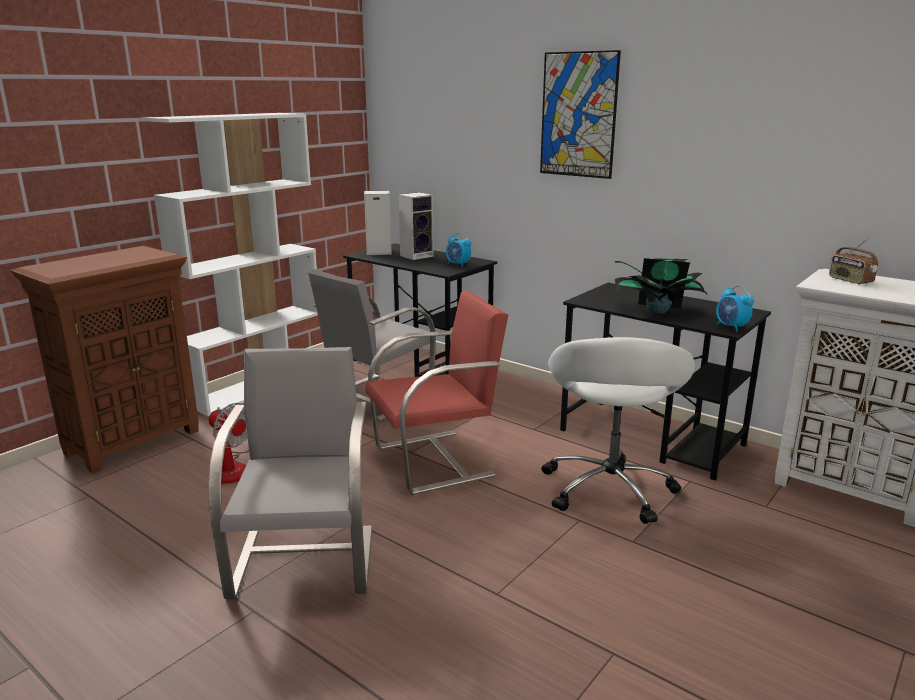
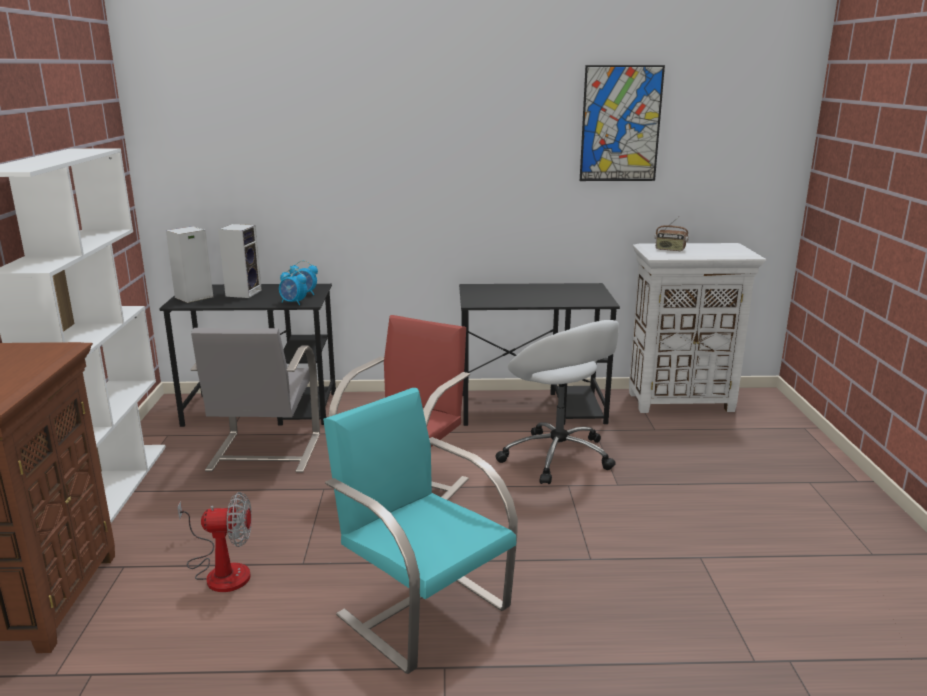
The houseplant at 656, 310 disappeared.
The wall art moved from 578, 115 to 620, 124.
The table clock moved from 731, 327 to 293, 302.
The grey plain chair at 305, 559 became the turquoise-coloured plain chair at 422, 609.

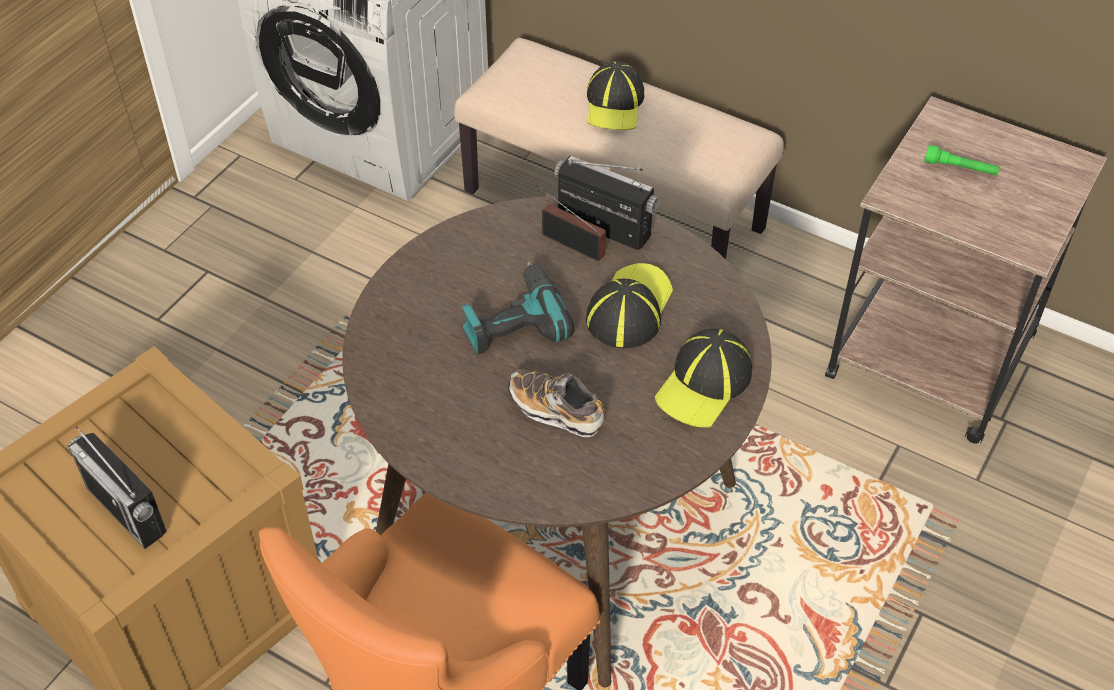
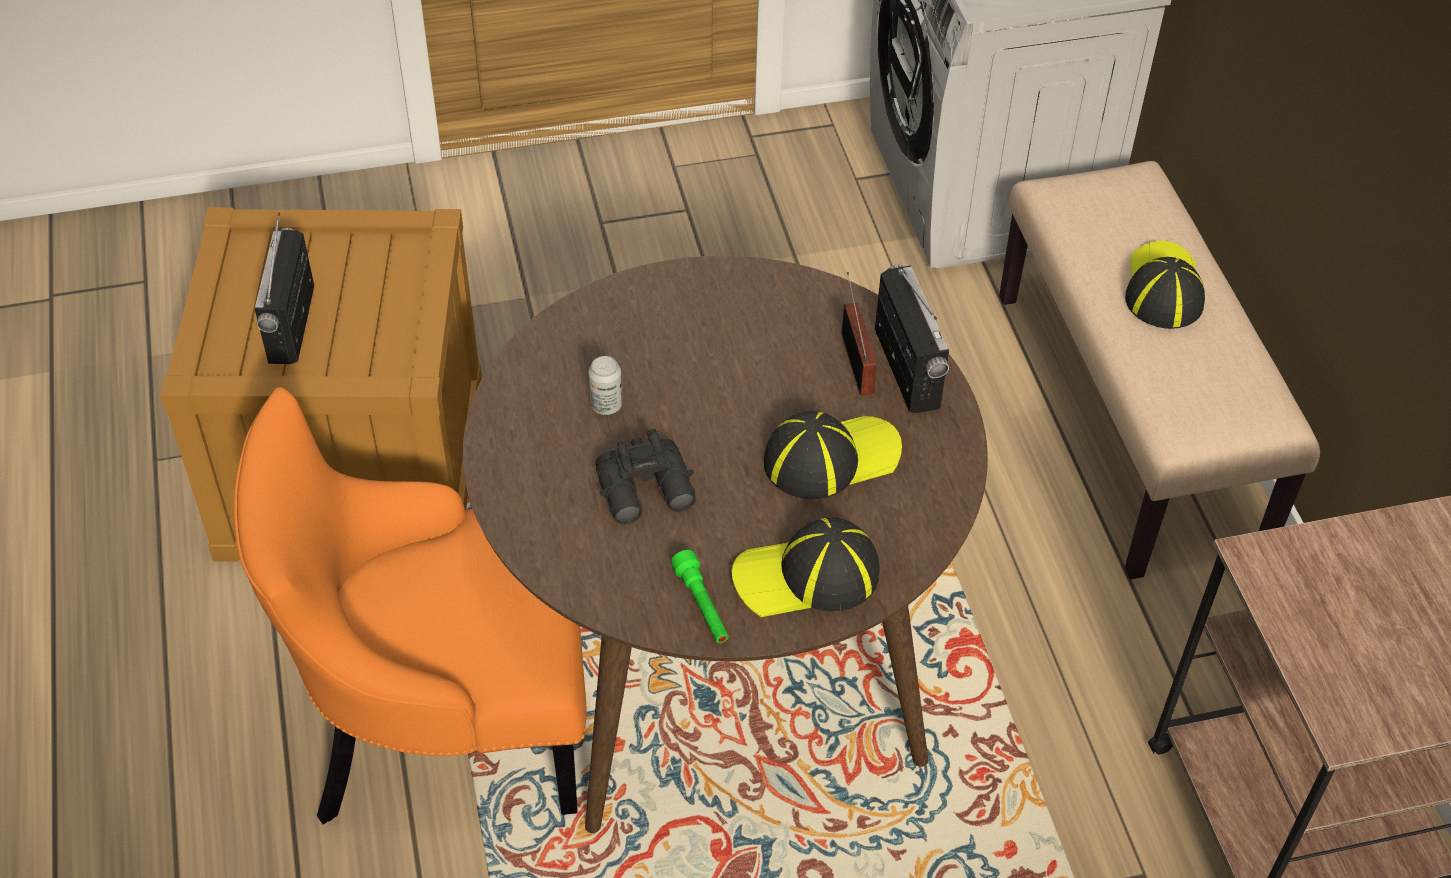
The drill at 513, 320 disappeared.
The metal can at 606, 405 appeared.
The greenish torch moved from 960, 168 to 702, 605.
The item of footwear at 556, 410 was replaced by the blackish pair of binoculars at 648, 492.
The cap at 614, 104 turned 135 degrees clockwise.

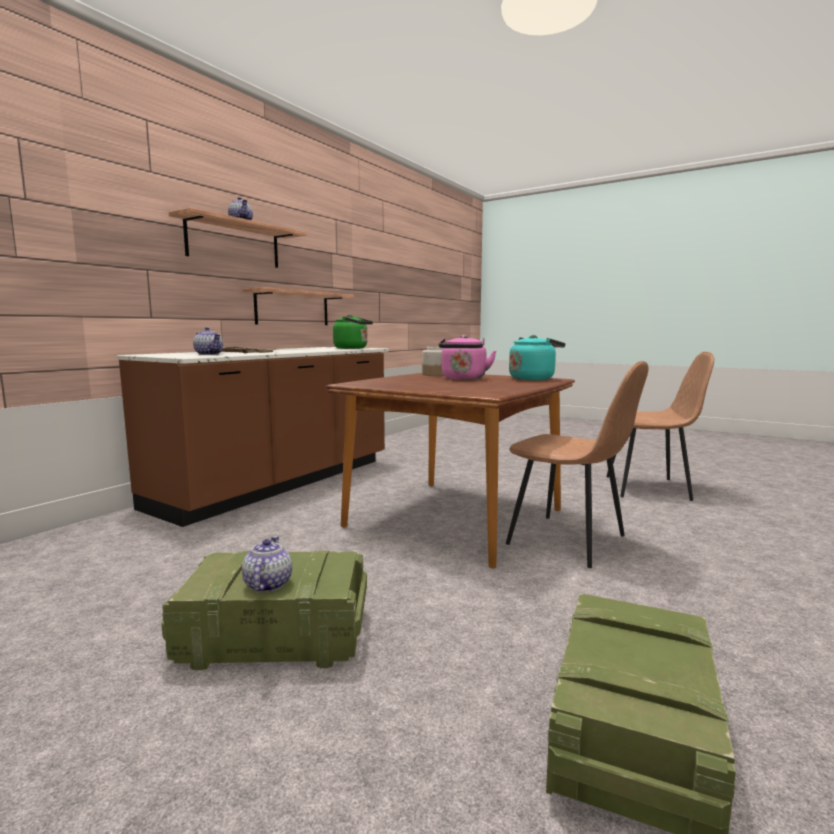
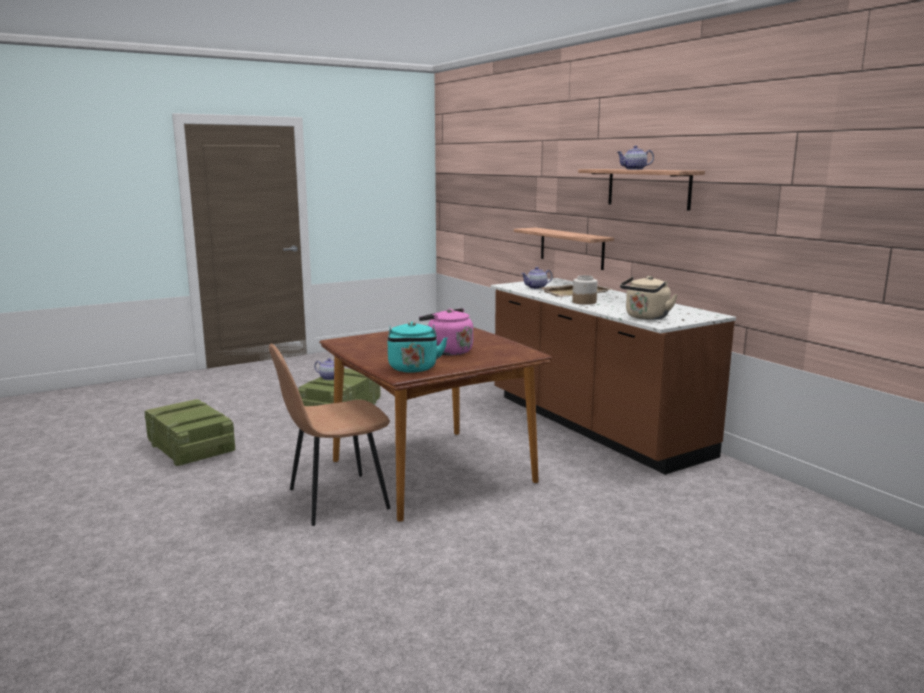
The brown-coloured plain chair at 649, 488 disappeared.
The shelf moved from 292, 308 to 571, 248.
The preserve jar moved from 435, 375 to 584, 302.
The greenish tea kettle at 353, 348 became the beige tea kettle at 646, 317.

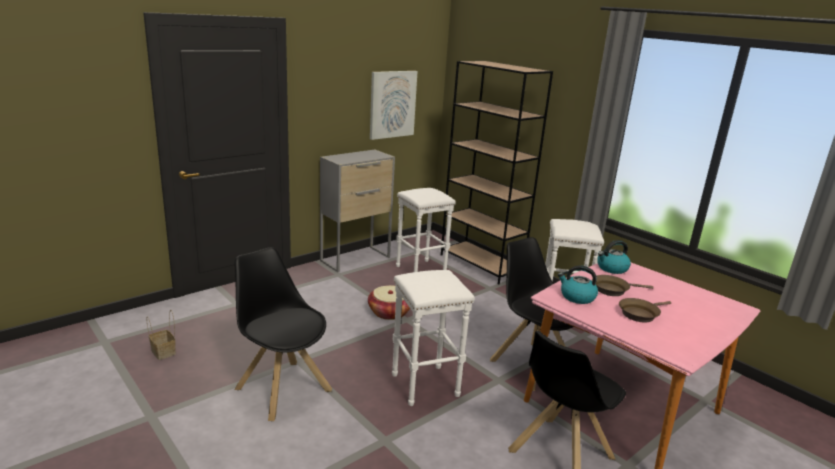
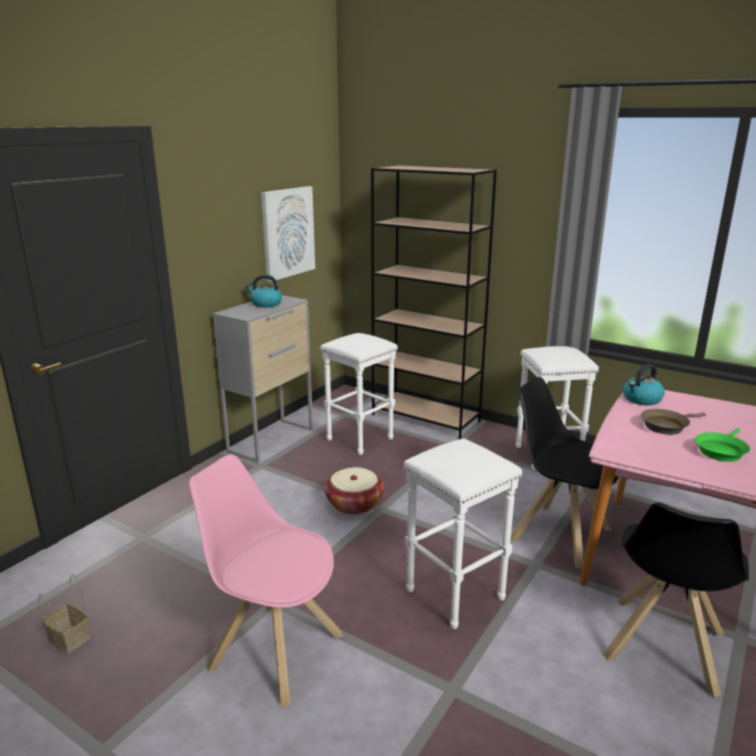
The tea kettle moved from 577, 297 to 265, 304.
The blackish plain chair at 282, 388 became the pink plain chair at 273, 649.
The brown-coloured skillet at 640, 314 became the greenish skillet at 721, 451.

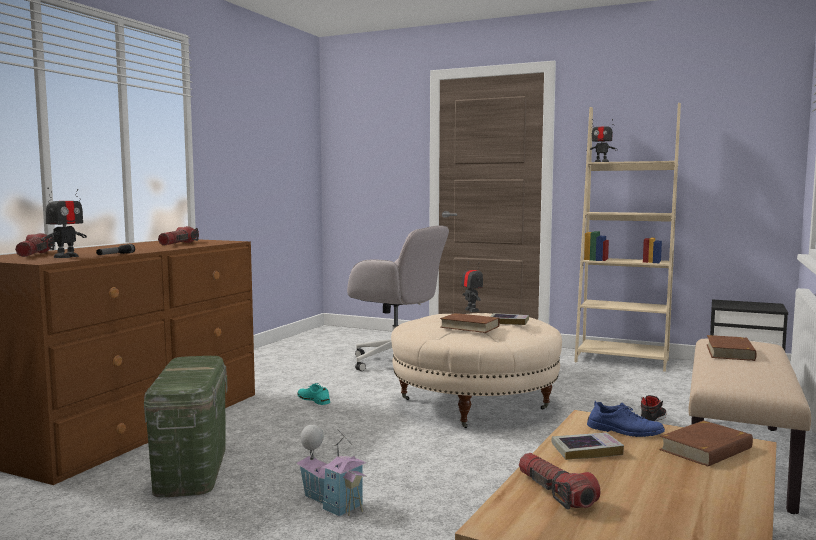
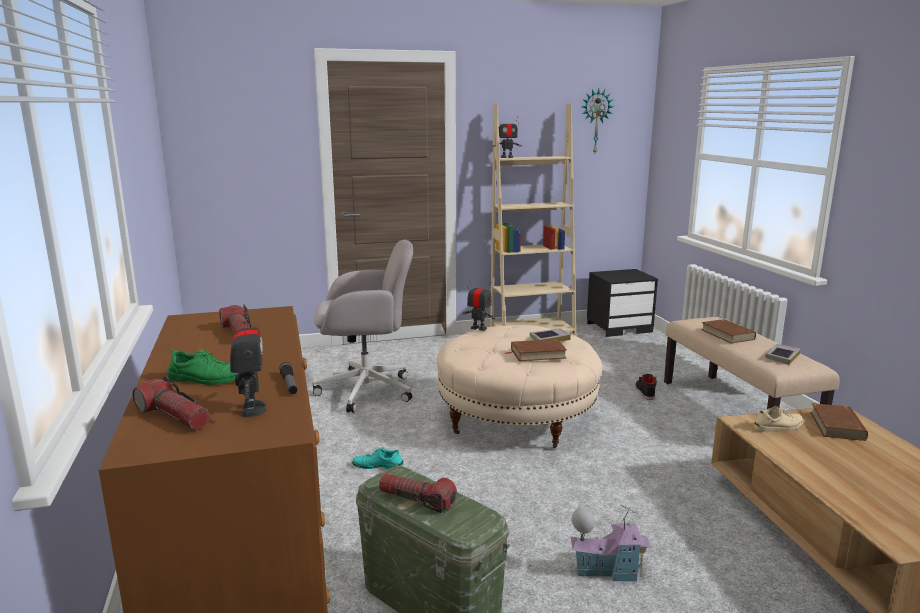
The greenish item of footwear at 207, 379 appeared.
The clock on the wall at 595, 121 appeared.
The torch moved from 555, 492 to 417, 500.
The volume moved from 586, 450 to 782, 357.
The blue-coloured item of footwear at 624, 431 became the beige item of footwear at 778, 426.

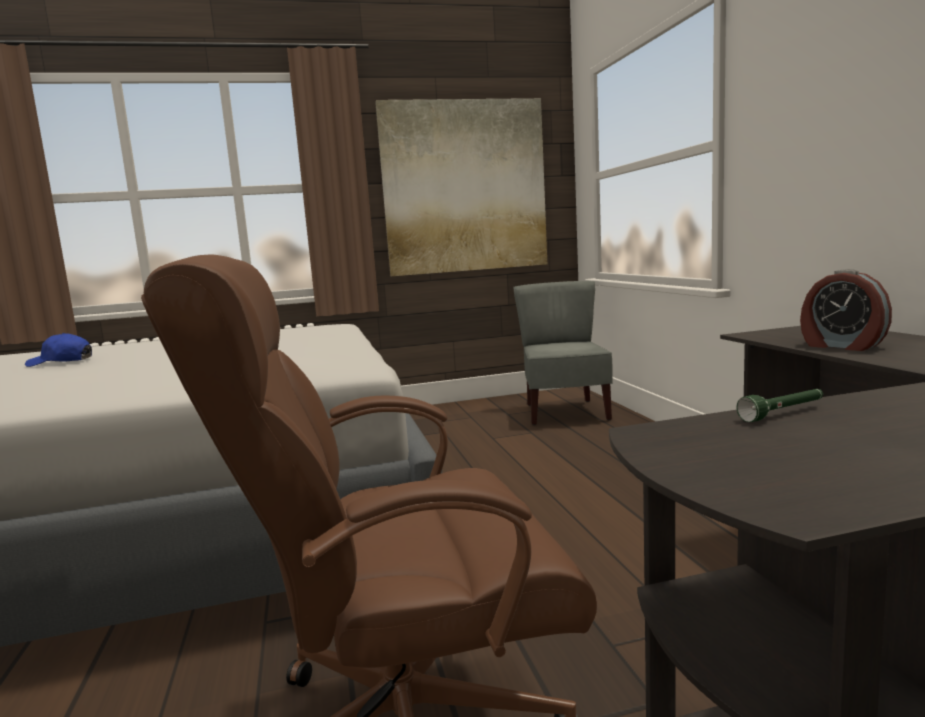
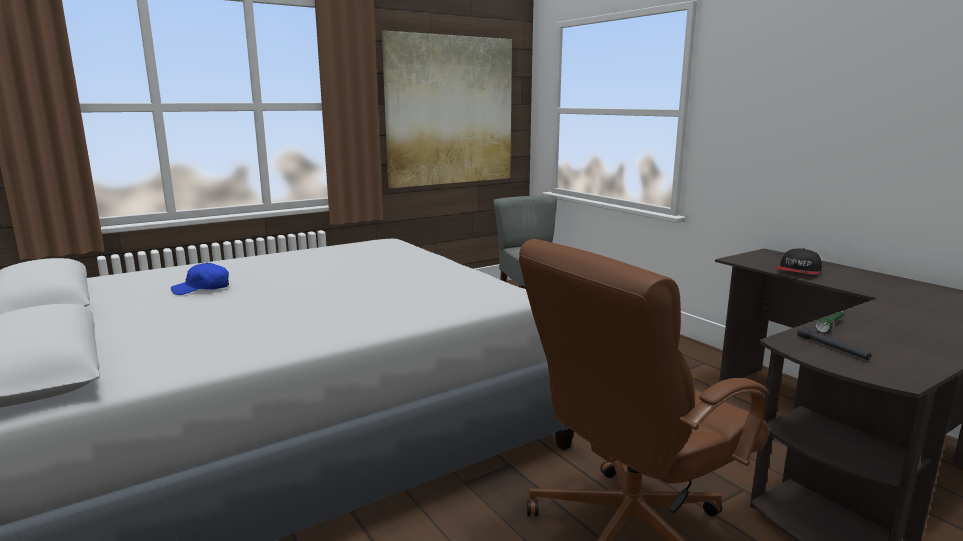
The blackish torch at 832, 348 appeared.
The table clock at 841, 346 was replaced by the cap at 799, 271.

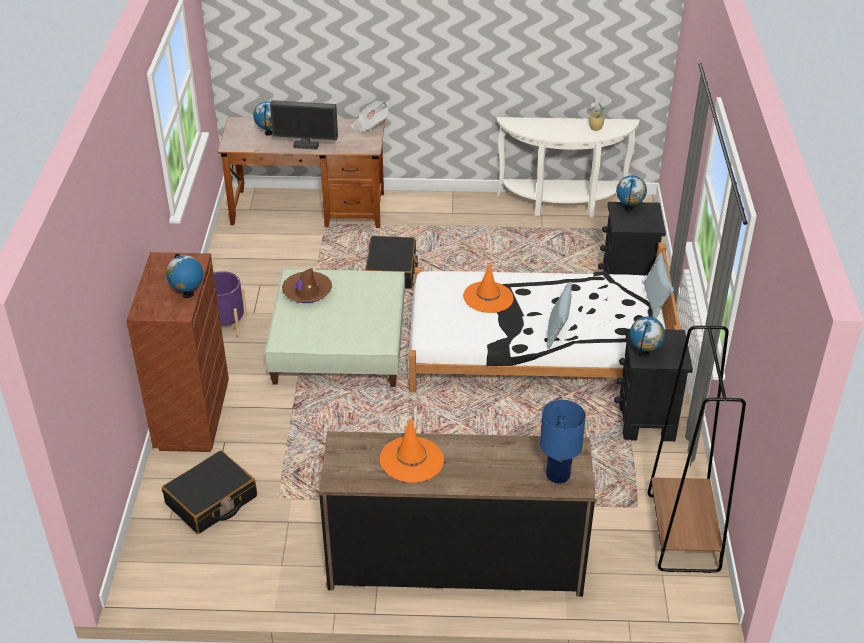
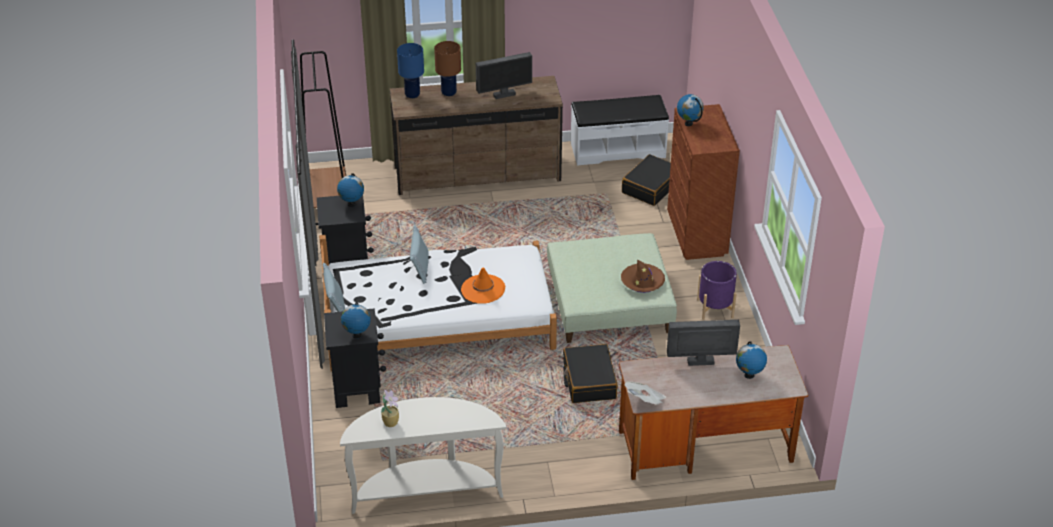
The brown-coloured lamp for a table at 449, 93 appeared.
The white-coloured bench at 617, 149 appeared.
The orangey clothing hat at 411, 460 was replaced by the computer display at 504, 94.

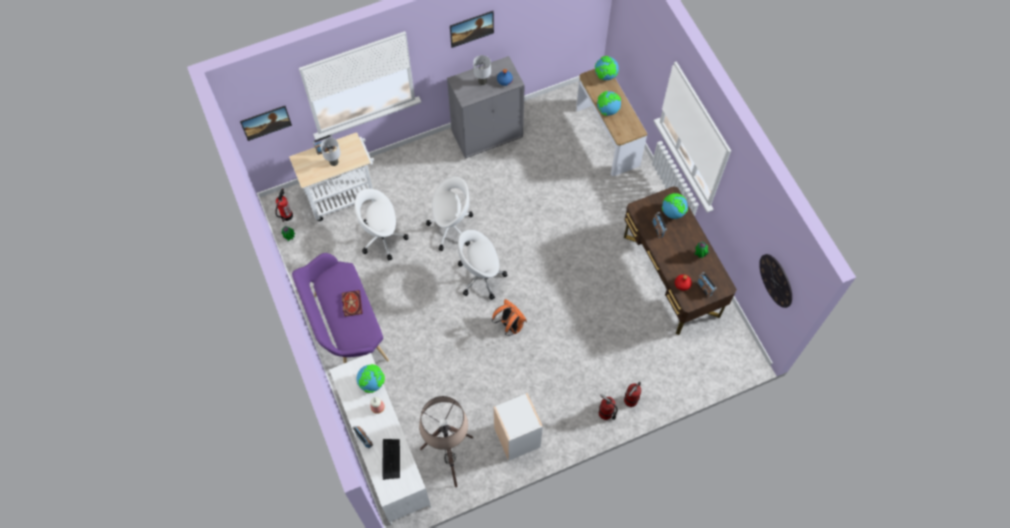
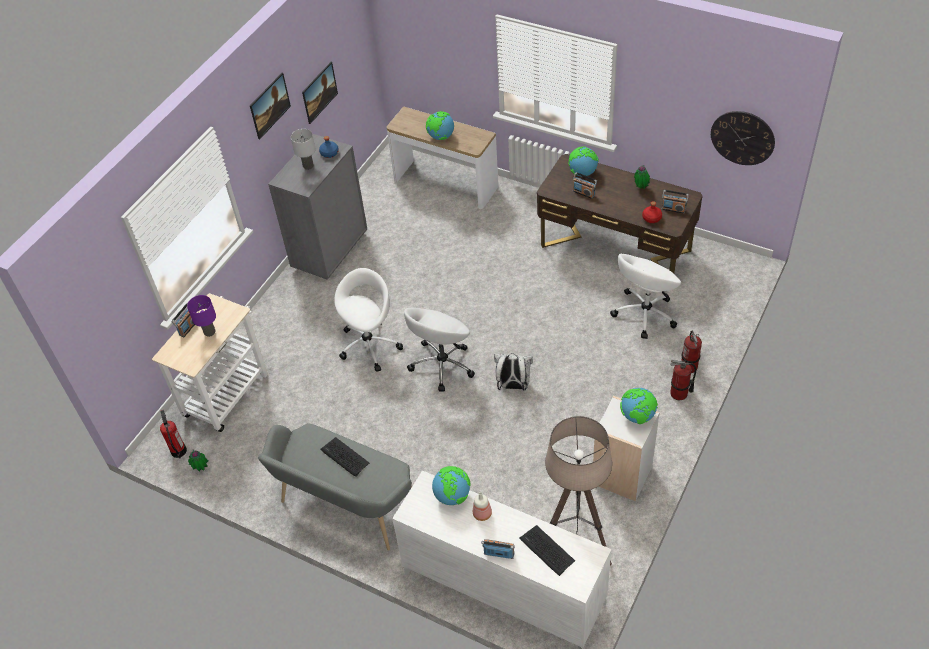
The wall art moved from 267, 127 to 321, 100.
The white-coloured office chair moved from 382, 237 to 643, 315.
The world globe moved from 605, 76 to 638, 416.
The volume at 351, 303 was replaced by the computer keyboard at 344, 457.
The purplish bench at 345, 327 became the grey bench at 346, 507.
The white-coloured lamp for a table at 334, 162 became the purplish lamp for a table at 210, 332.
The orangey backpack at 510, 325 became the white-coloured backpack at 513, 386.

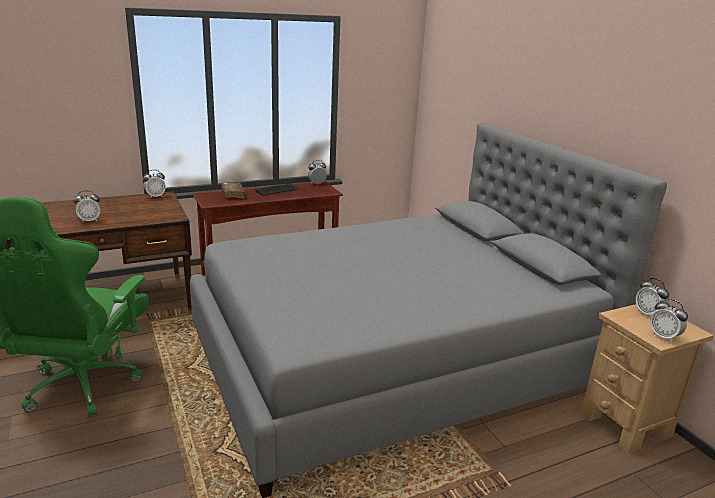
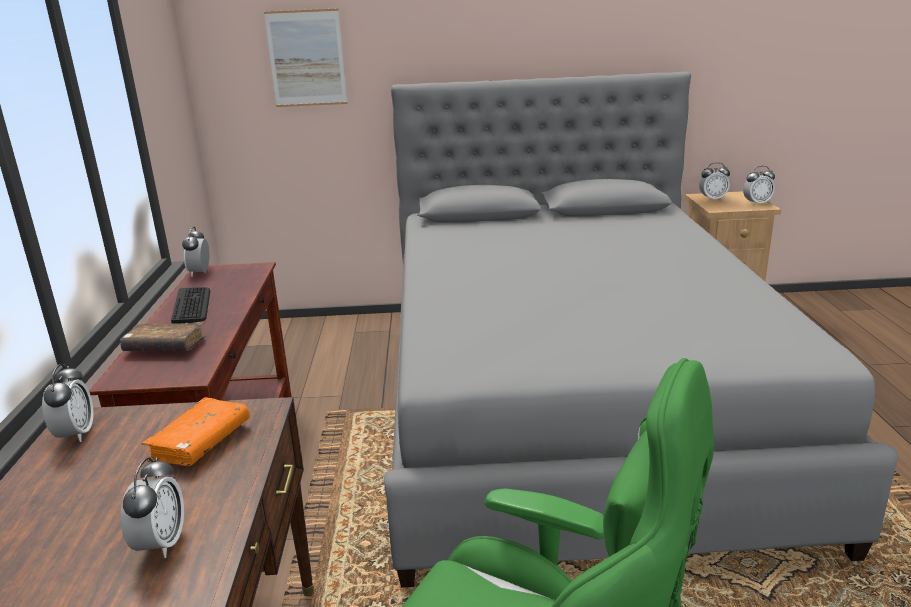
The orangey volume at 201, 443 appeared.
The wall art at 306, 58 appeared.

